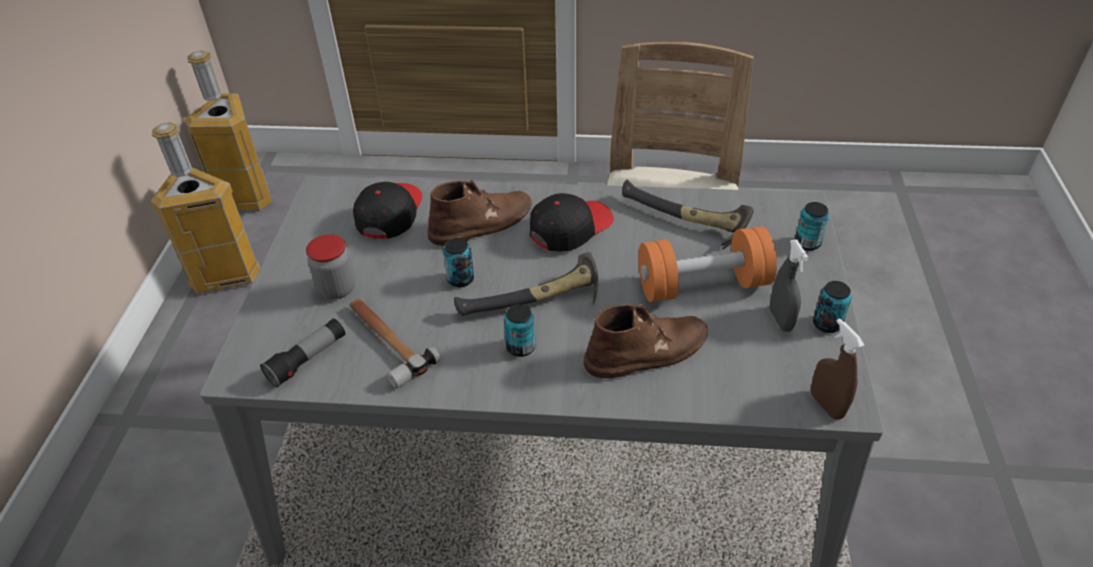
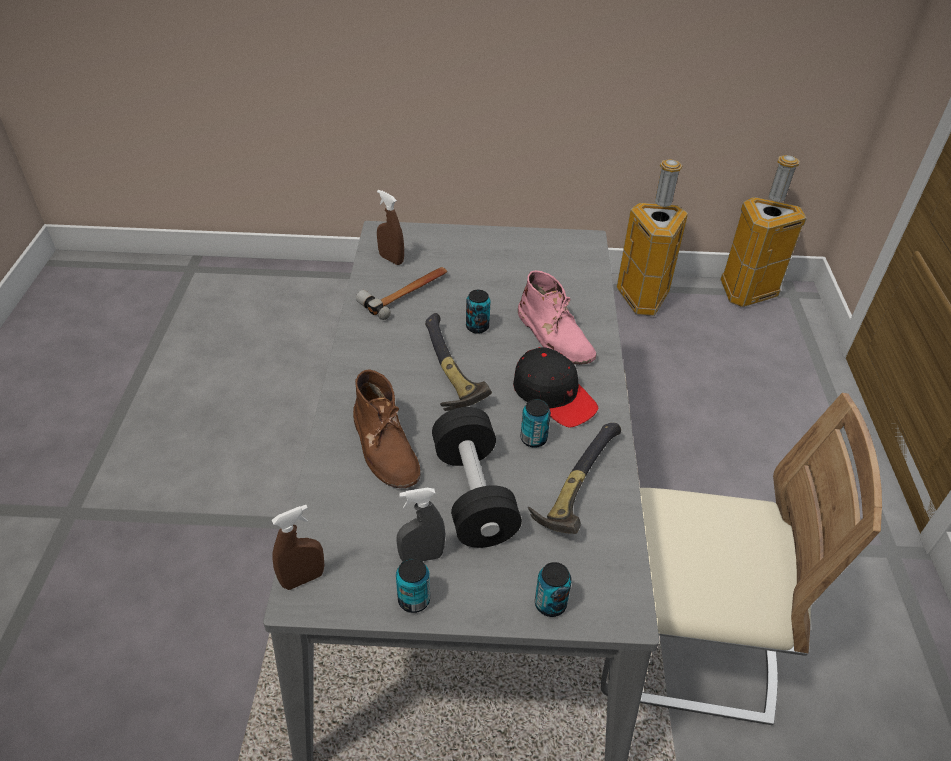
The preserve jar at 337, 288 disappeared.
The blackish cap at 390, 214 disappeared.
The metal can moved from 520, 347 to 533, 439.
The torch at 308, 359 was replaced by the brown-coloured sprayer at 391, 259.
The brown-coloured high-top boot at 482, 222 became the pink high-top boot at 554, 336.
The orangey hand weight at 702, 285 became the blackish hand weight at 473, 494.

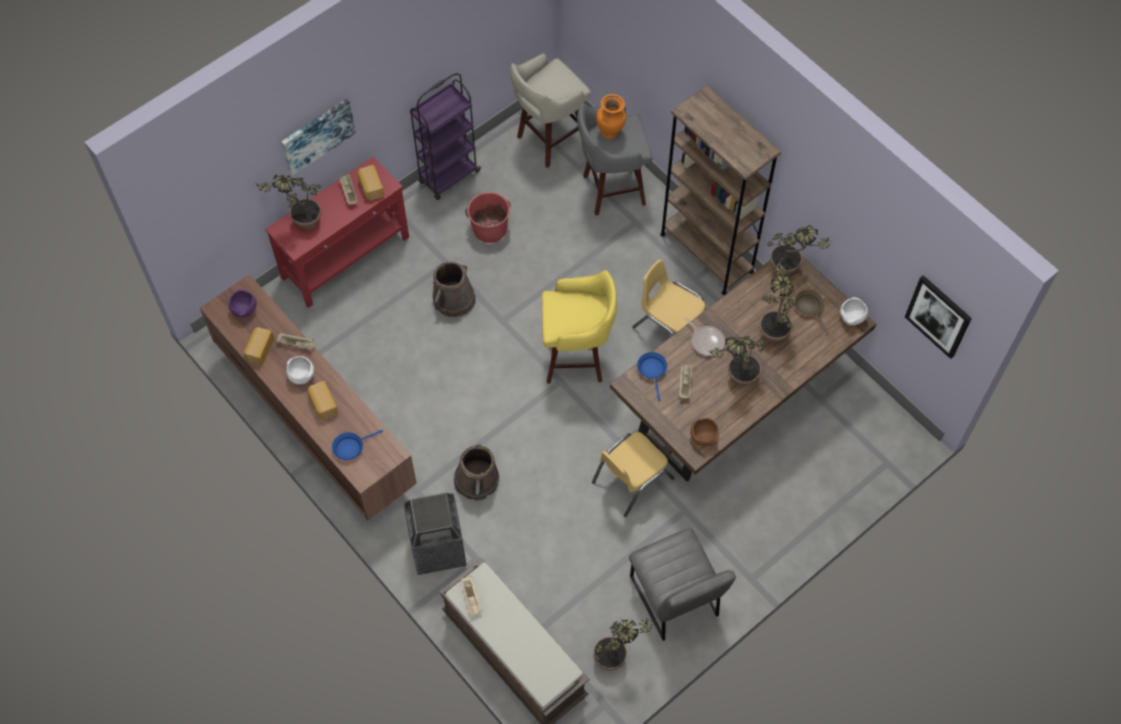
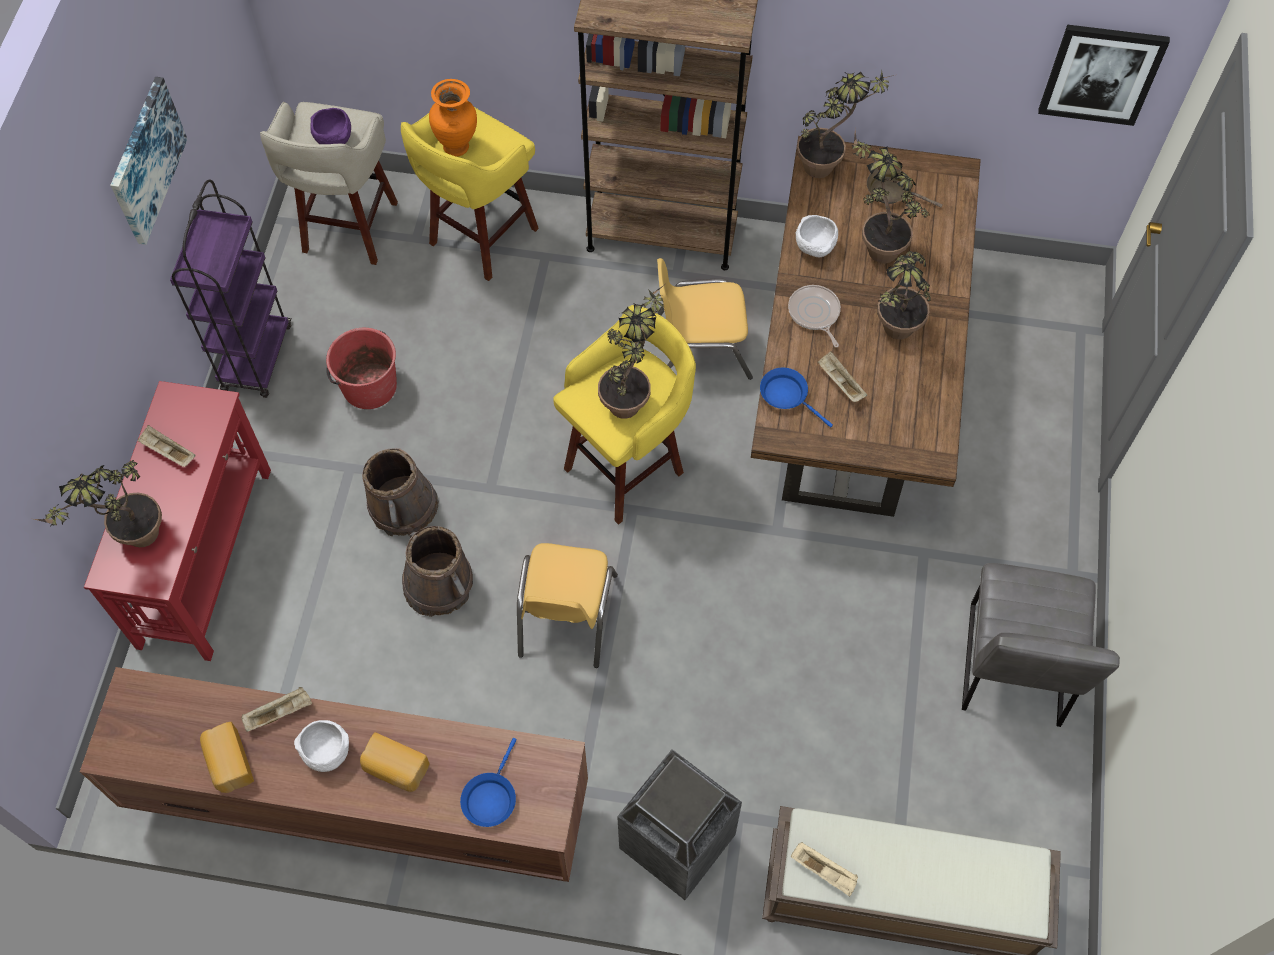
The baked bread at 370, 187 disappeared.
The brown-coloured serving bowl at 704, 438 disappeared.
The purplish serving bowl moved from 245, 310 to 335, 140.
The wall art moved from 317, 135 to 145, 160.
The brown-coloured water bucket moved from 477, 480 to 439, 584.
The yellow-coloured plain chair moved from 631, 480 to 566, 615.
The houseplant moved from 616, 657 to 631, 396.
The white-coloured serving bowl moved from 852, 318 to 815, 248.
The grey sitting stool at 610, 190 became the yellow-coloured sitting stool at 480, 239.
The grey plain chair at 674, 598 turned 75 degrees clockwise.
The skillet at 706, 341 turned 120 degrees counterclockwise.

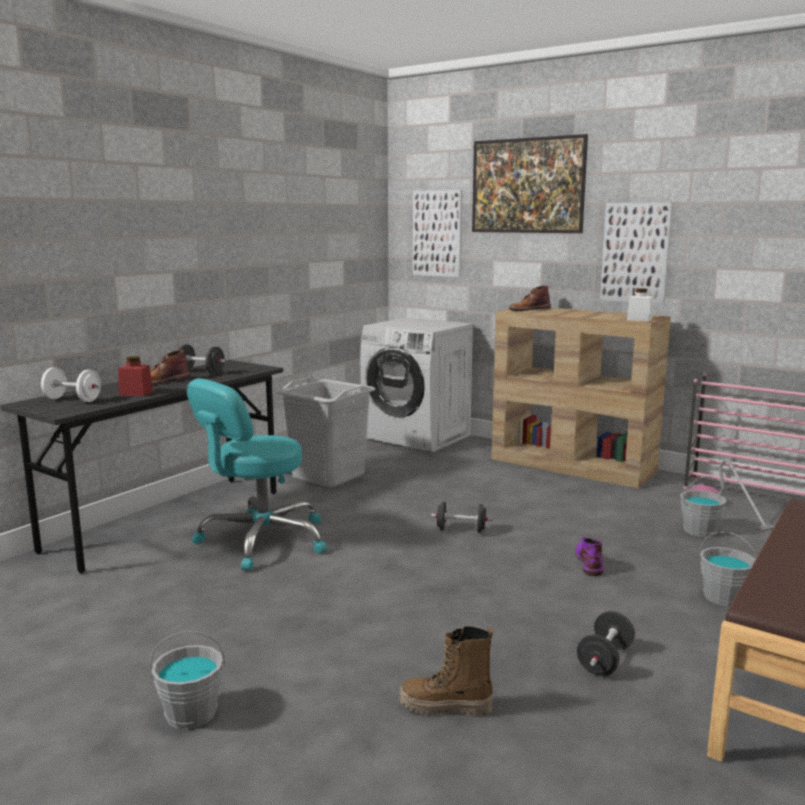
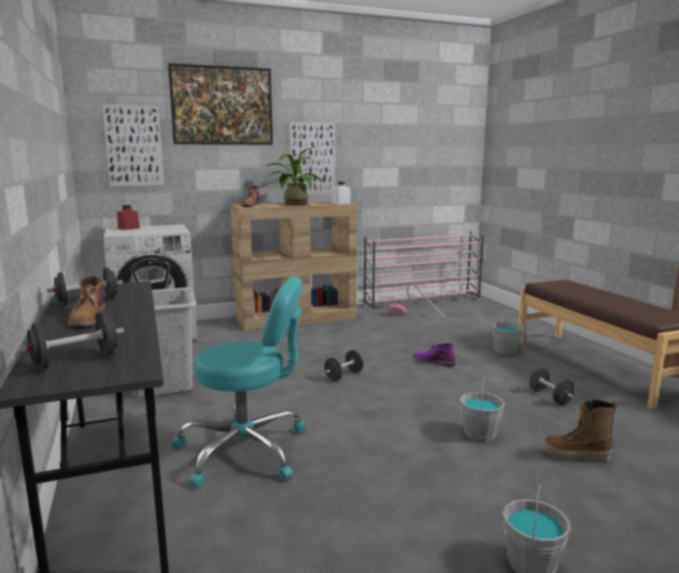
The houseplant at 293, 204 appeared.
The red-coloured preserve jar moved from 136, 393 to 128, 228.
The grey water bucket moved from 699, 531 to 480, 433.
The white-coloured hand weight at 72, 400 became the blackish hand weight at 76, 361.
The turquoise-coloured office chair at 259, 542 turned 75 degrees counterclockwise.
The high-top boot at 446, 707 turned 60 degrees clockwise.

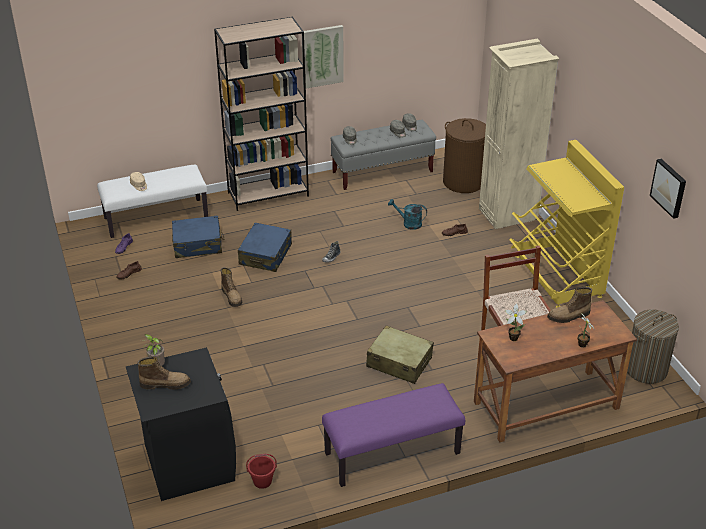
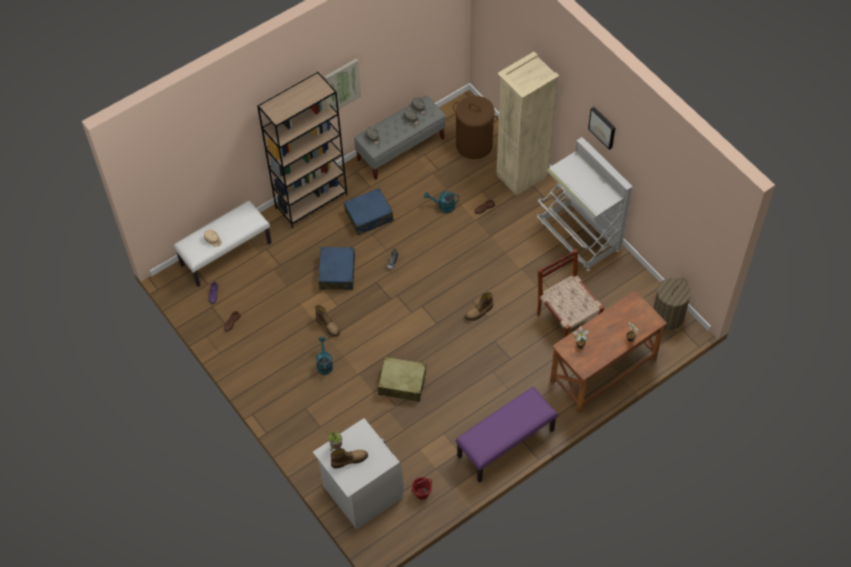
The turquoise-coloured sprinkling can at 324, 364 appeared.
The blue-coloured travel case moved from 198, 244 to 369, 216.
The beige travel case moved from 399, 362 to 402, 383.
The high-top boot moved from 569, 316 to 479, 312.
The wall art moved from 669, 188 to 603, 127.
The blackish washing machine at 187, 462 became the white-coloured washing machine at 361, 491.
The yellow-coloured shoe rack at 554, 277 became the white-coloured shoe rack at 577, 238.

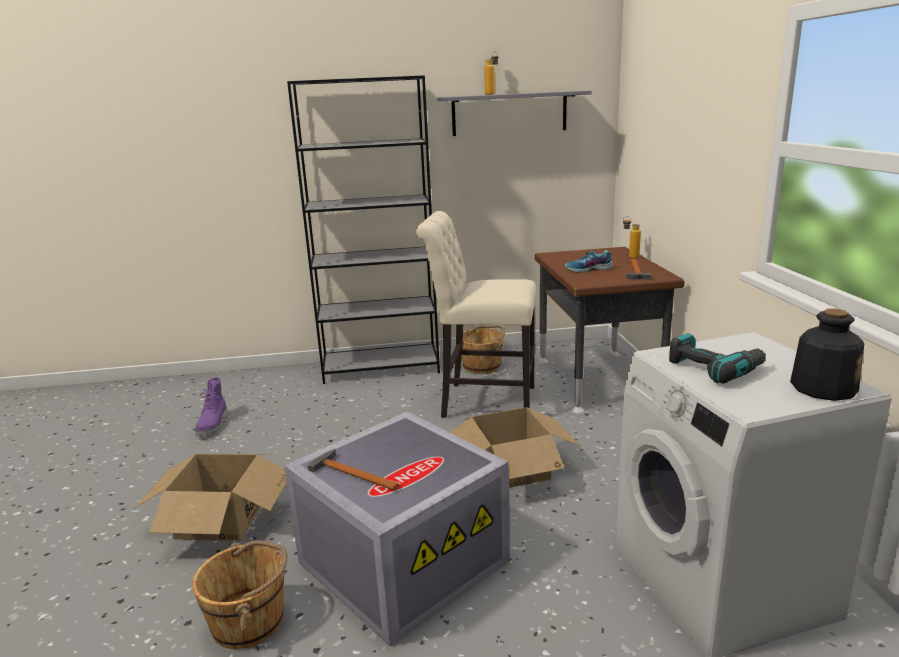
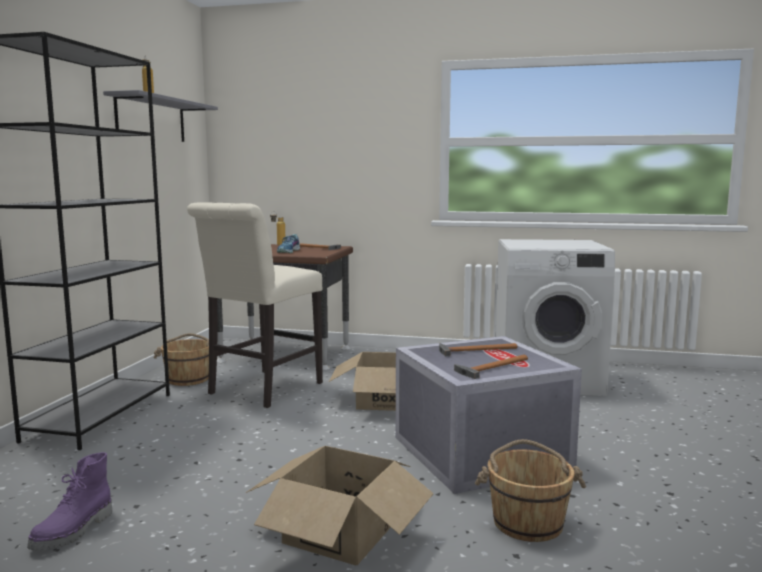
The drill at 714, 368 disappeared.
The bottle at 822, 388 disappeared.
The tool hammer at 474, 350 appeared.
The purplish high-top boot at 213, 425 turned 90 degrees clockwise.

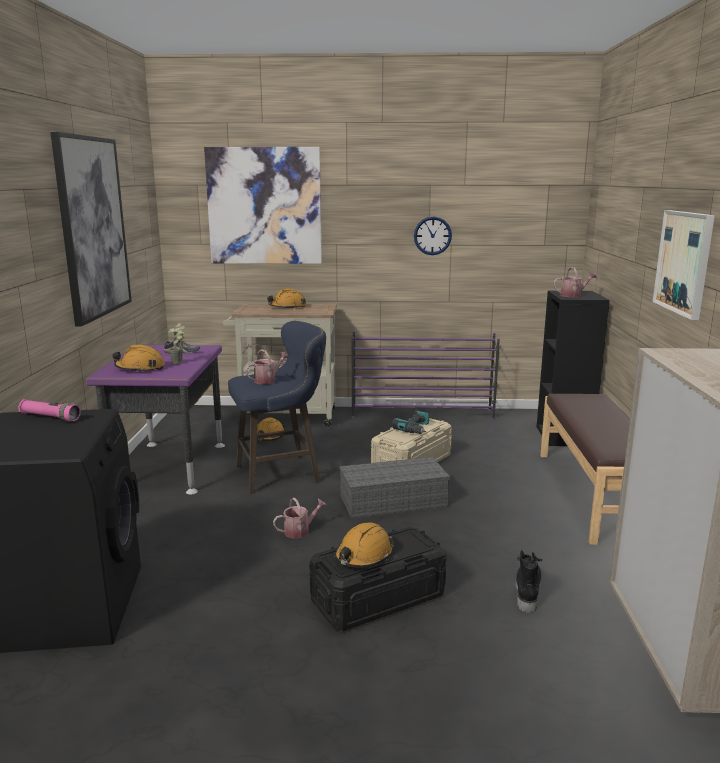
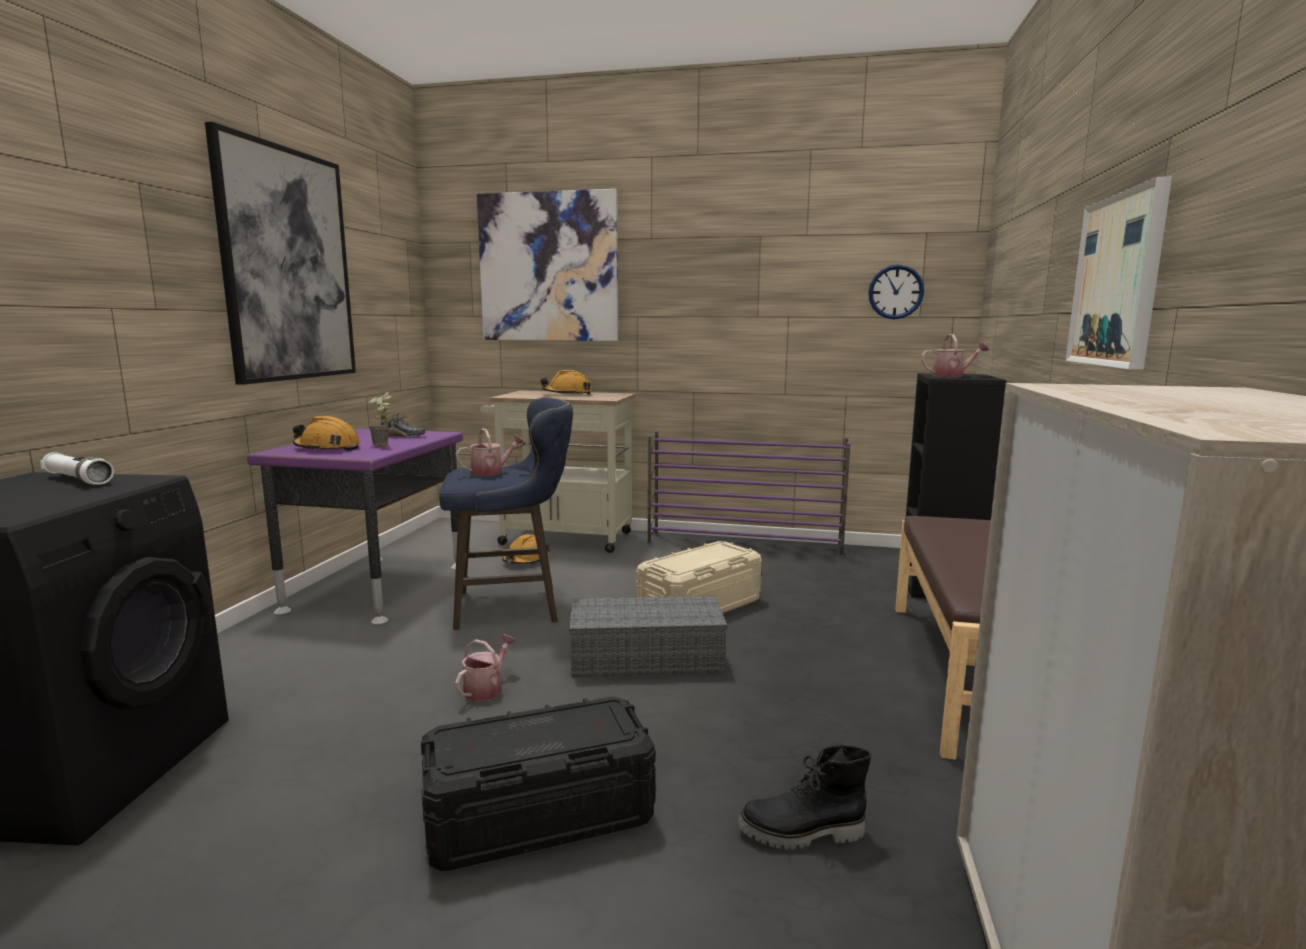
The orangey work helmet at 363, 556 disappeared.
The drill at 415, 429 disappeared.
The clock on the wall moved from 432, 235 to 895, 292.
The pink torch at 50, 417 became the white-coloured torch at 78, 480.
The sprinkling can at 300, 531 turned 45 degrees counterclockwise.
The blackish high-top boot at 527, 591 turned 120 degrees counterclockwise.

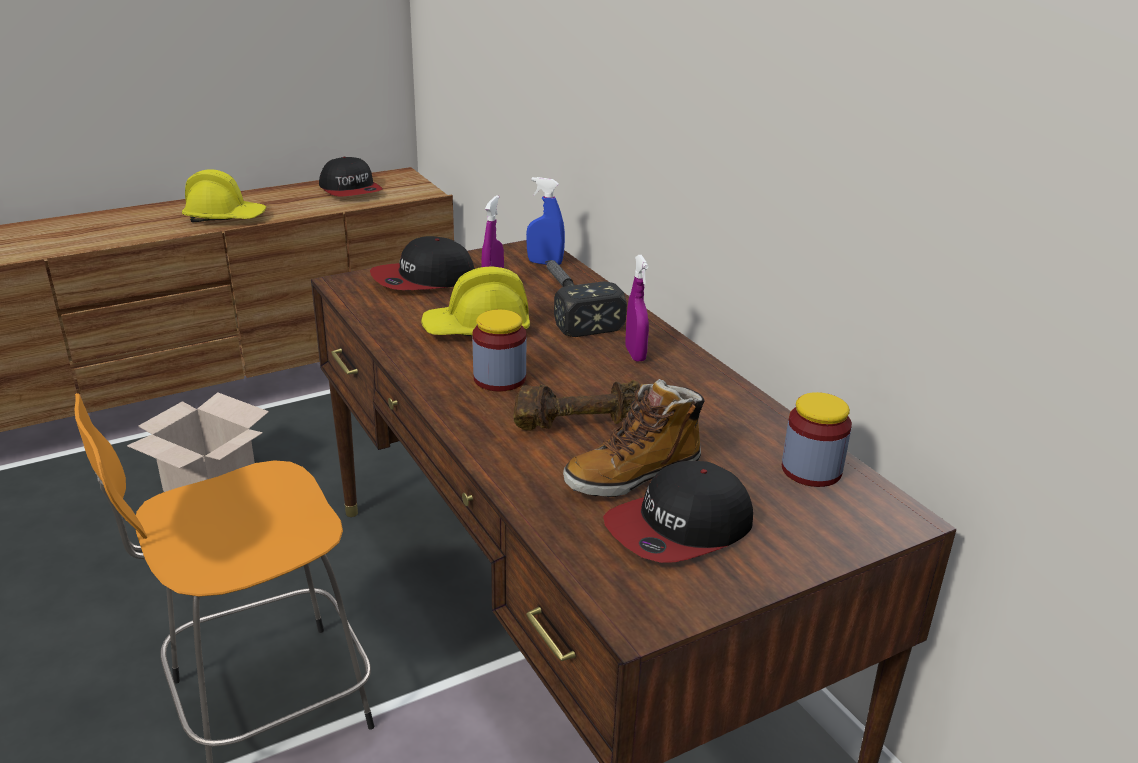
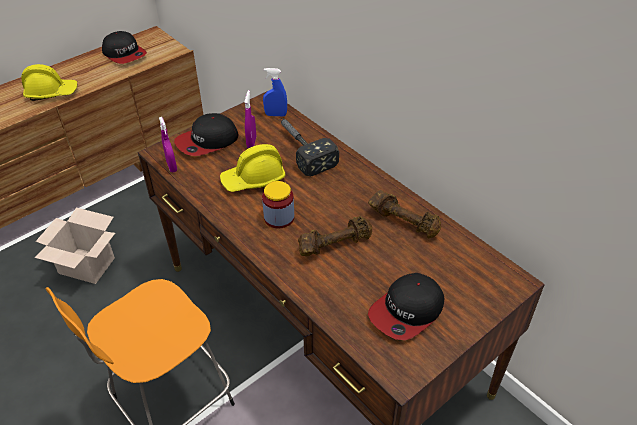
The high-top boot at 633, 475 disappeared.
The preserve jar at 811, 470 disappeared.
The brown-coloured hand weight at 404, 222 appeared.
The purplish sprayer moved from 635, 354 to 172, 166.

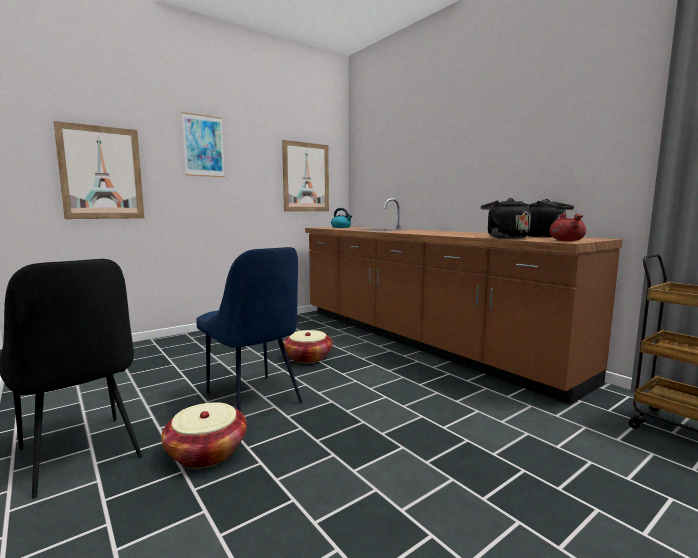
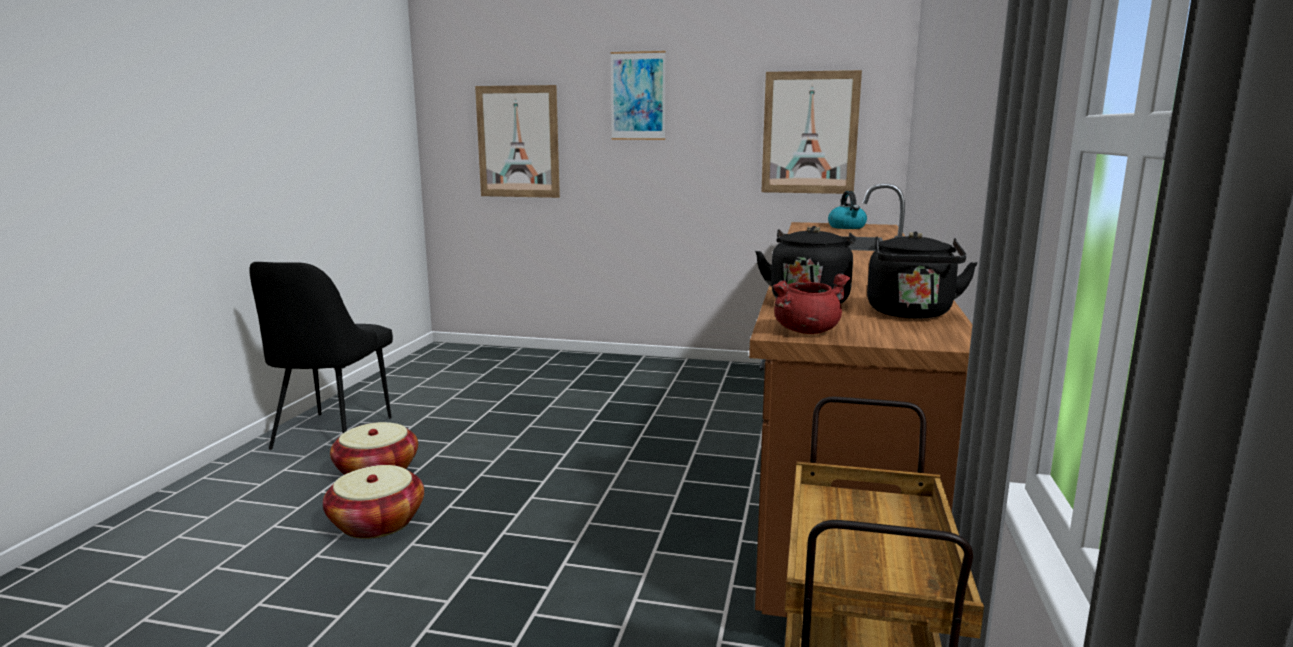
The blue-coloured plain chair at 255, 398 disappeared.
The basket moved from 308, 358 to 377, 523.

